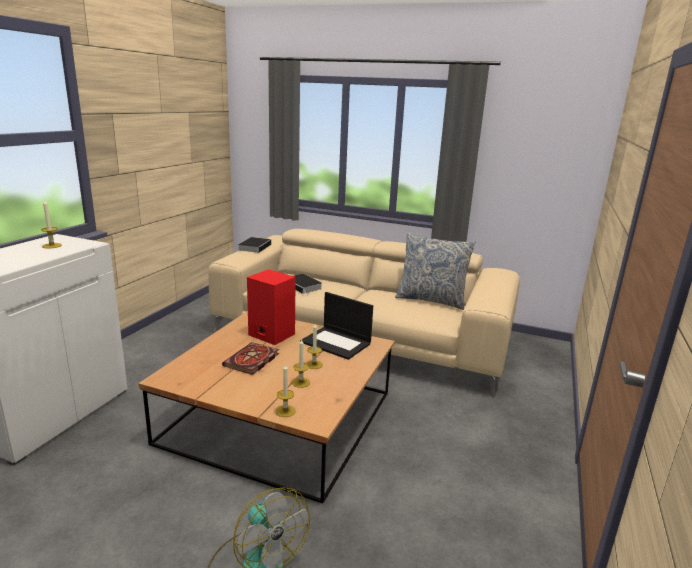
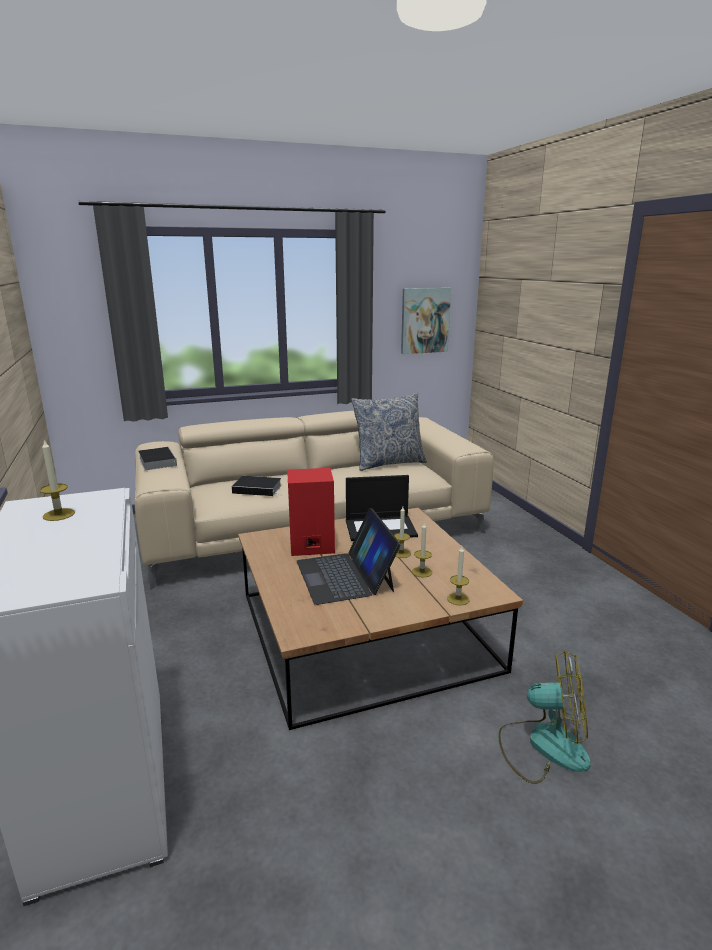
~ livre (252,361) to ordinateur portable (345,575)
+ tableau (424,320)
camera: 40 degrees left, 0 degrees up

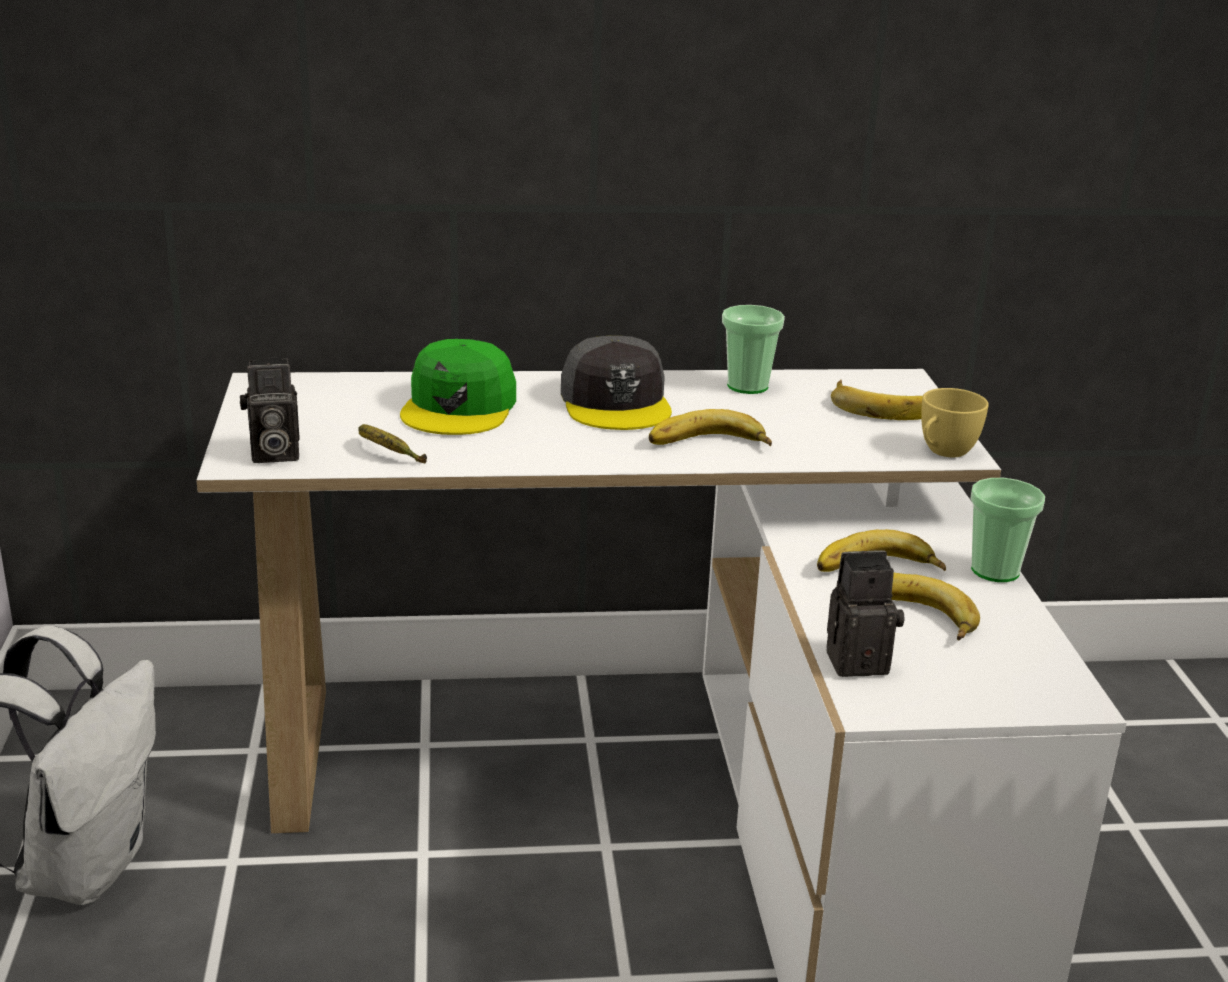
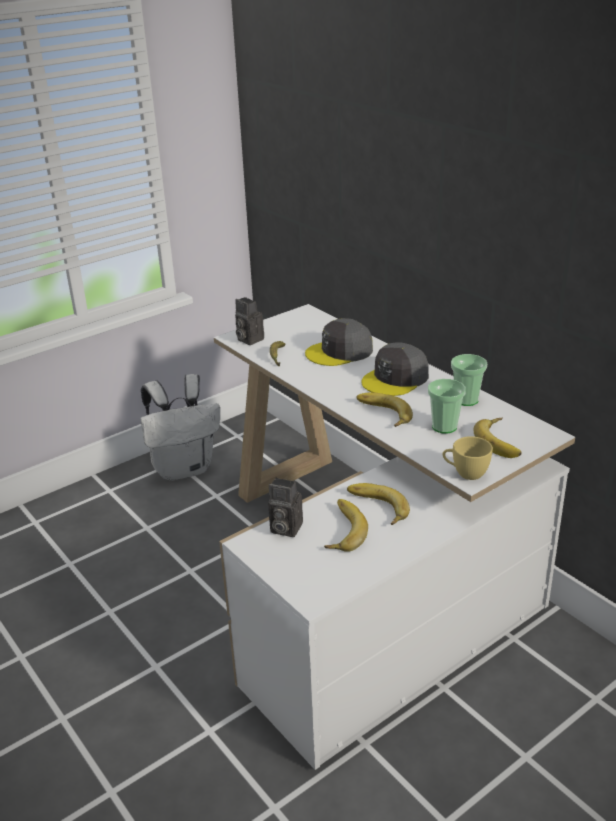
~ casquette/vert (460,407) to casquette/gris (340,352)
~ tasse (995,570) to (444,427)
~ appareil photo (859,660) = (284,528) 150 degrees clockwise
camera: 60 degrees right, 5 degrees up

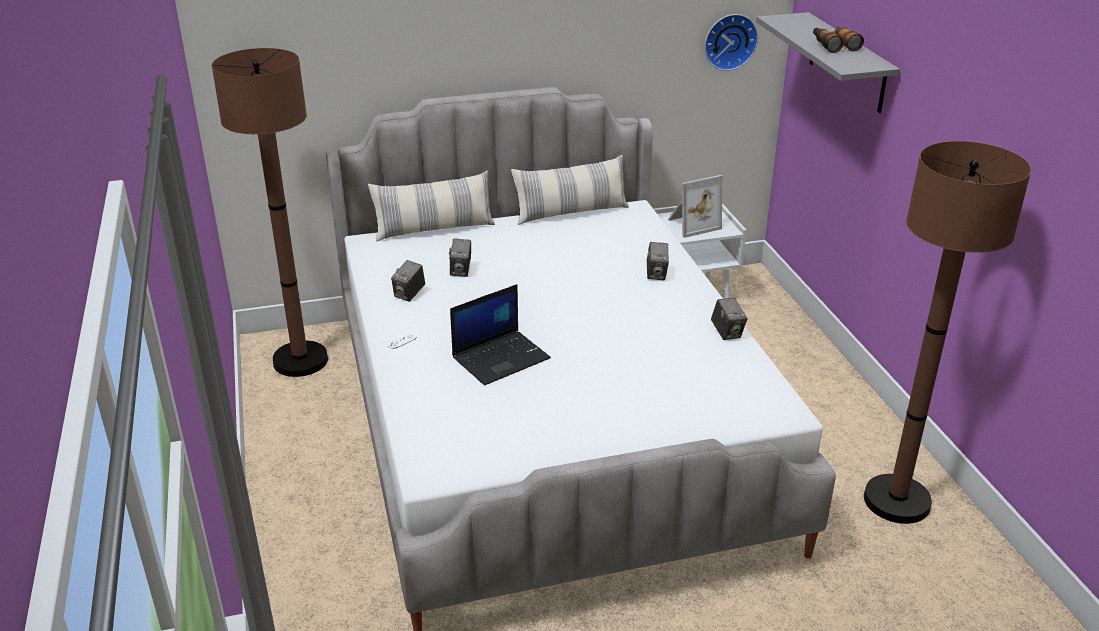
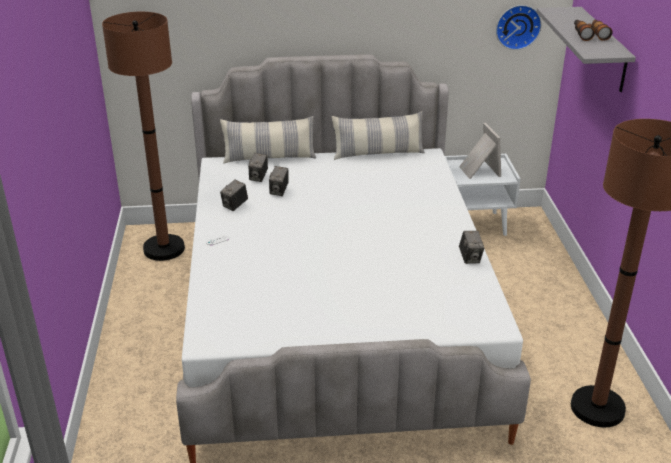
~ cadre photo (691,224) = (478,170) 90 degrees counterclockwise
~ appareil photo (656,274) to (258,177)
- ordinateur portable (501,357)
camera: 10 degrees right, 0 degrees up

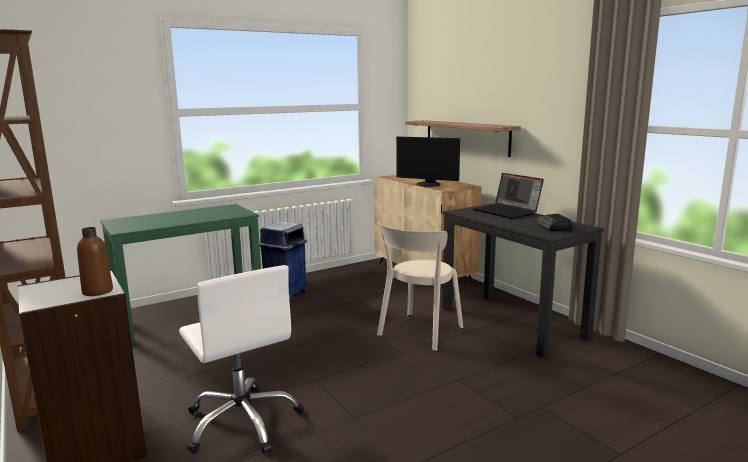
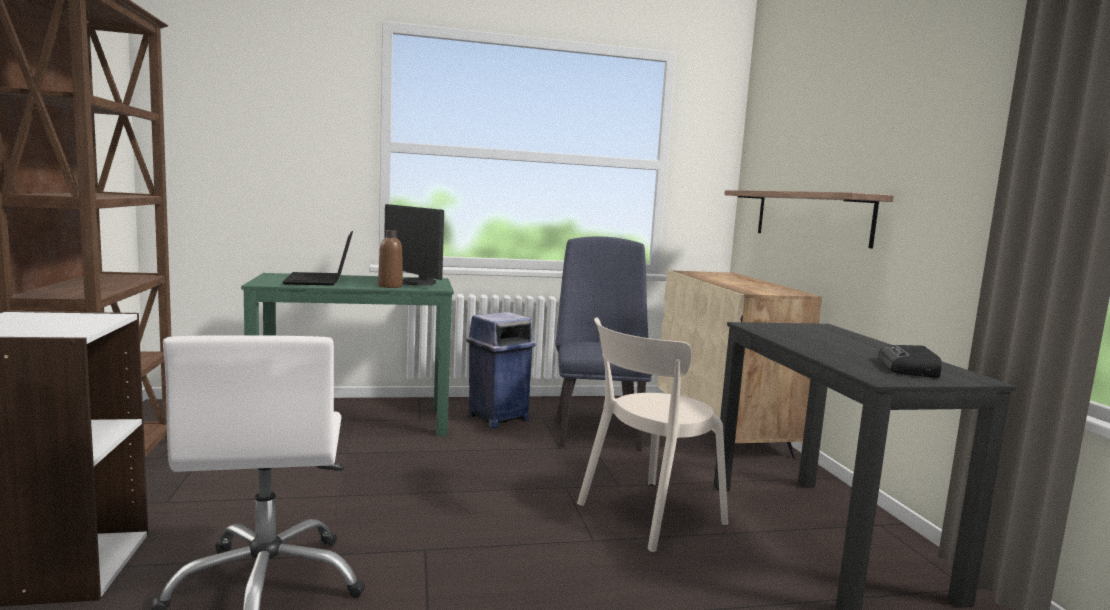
~ écran d'ordinateur (427,185) to (414,283)
~ ordinateur portable (507,212) to (320,280)
~ bouteille/marron (97,291) to (390,286)
+ chaise/bleu (596,431)
camera: 20 degrees right, 5 degrees down

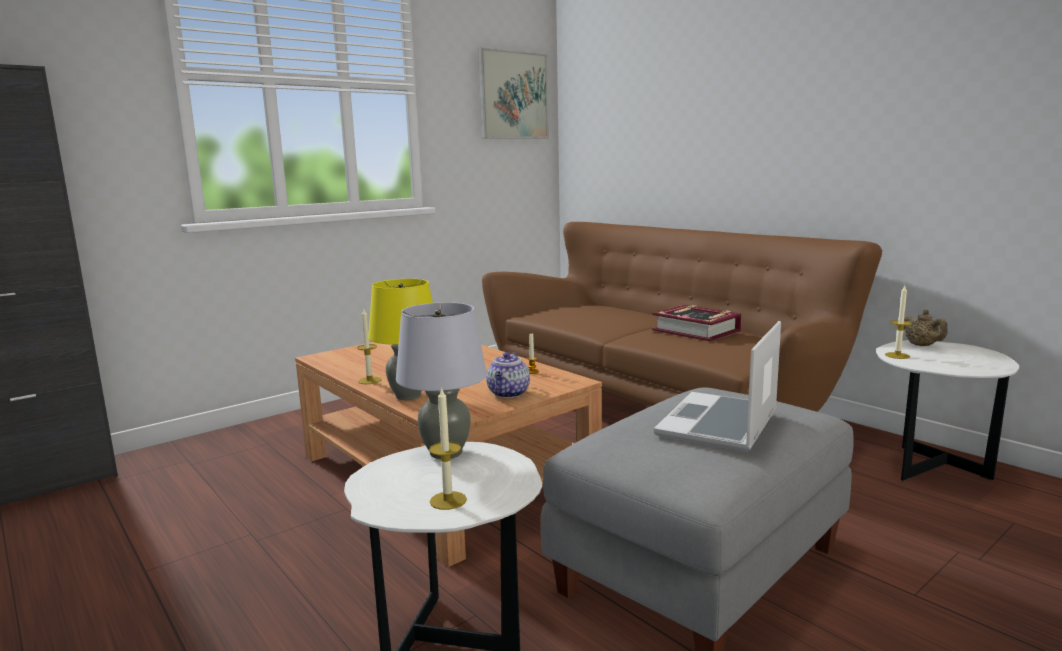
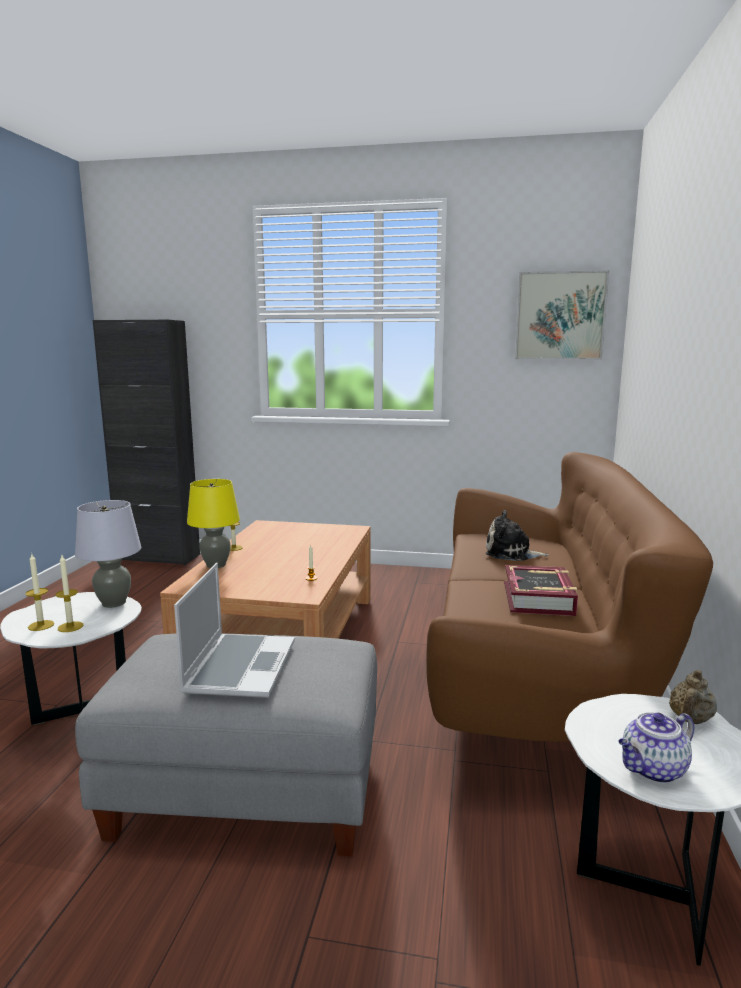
~ bougie (897,355) to (70,627)
~ ordinateur portable (719,425) = (239,666) 105 degrees clockwise
~ théière (508,393) to (653,770)
+ peluche (511,553)
camera: 50 degrees right, 0 degrees up

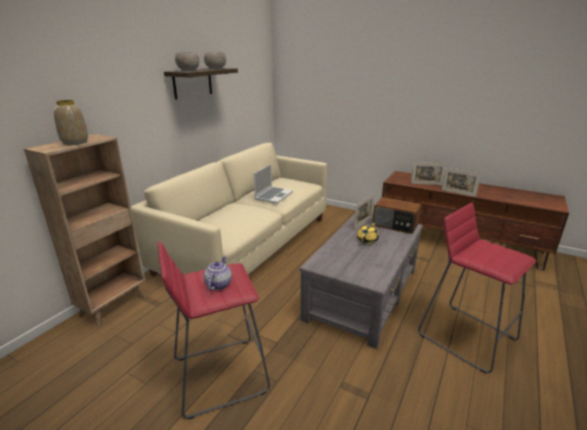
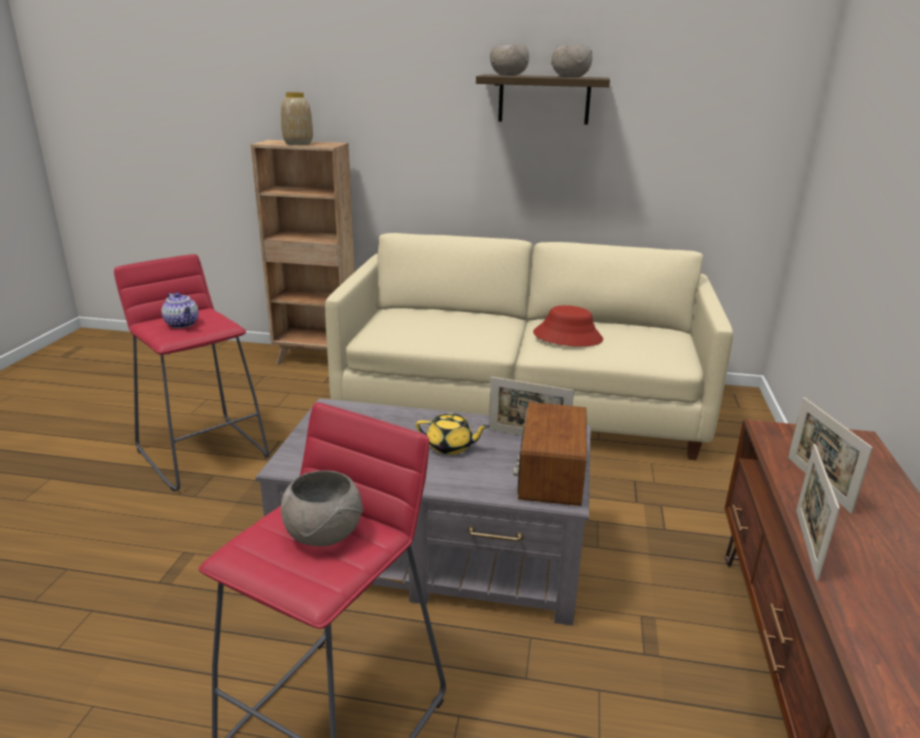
~ ordinateur portable (273,196) to chapeau/rouge (567,336)
~ théière (218,284) = (183,324) 60 degrees clockwise
+ bol/gris (324,535)
camera: 70 degrees right, 0 degrees up

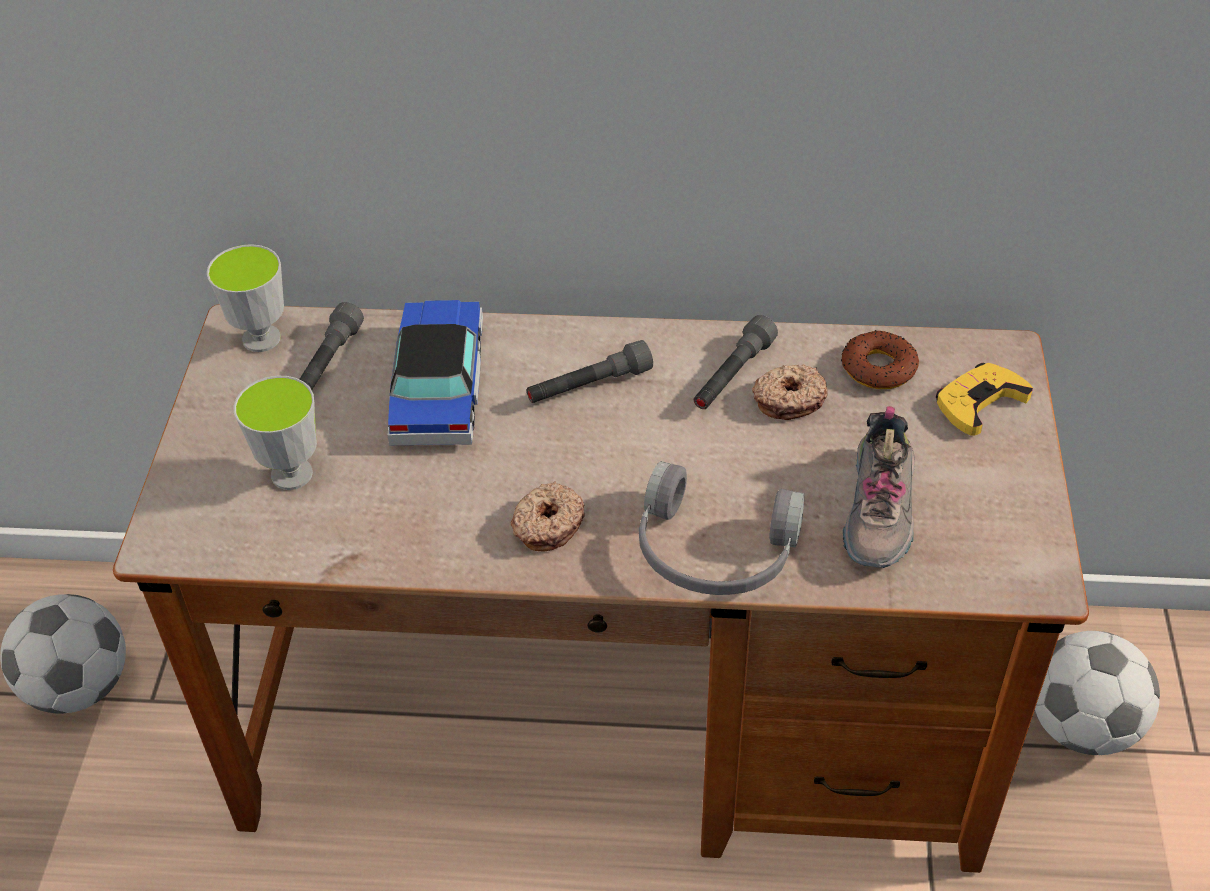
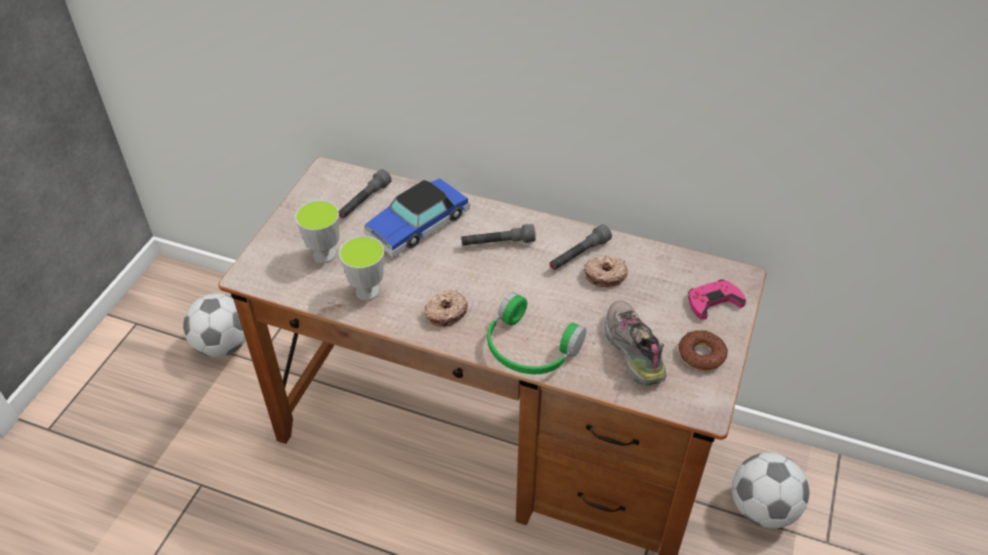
~ tasse (261,339) to (367,291)
~ petite voiture (438,385) = (418,225) 150 degrees counterclockwise
~ beignet (878,368) to (701,354)
~ manette/jaune (979,402) to manette/rose (713,302)
~ chaussure (881,512) = (631,349) 135 degrees clockwise
~ casque audio/gris (714,552) to casque audio/vert (529,349)
camera: 15 degrees right, 0 degrees up

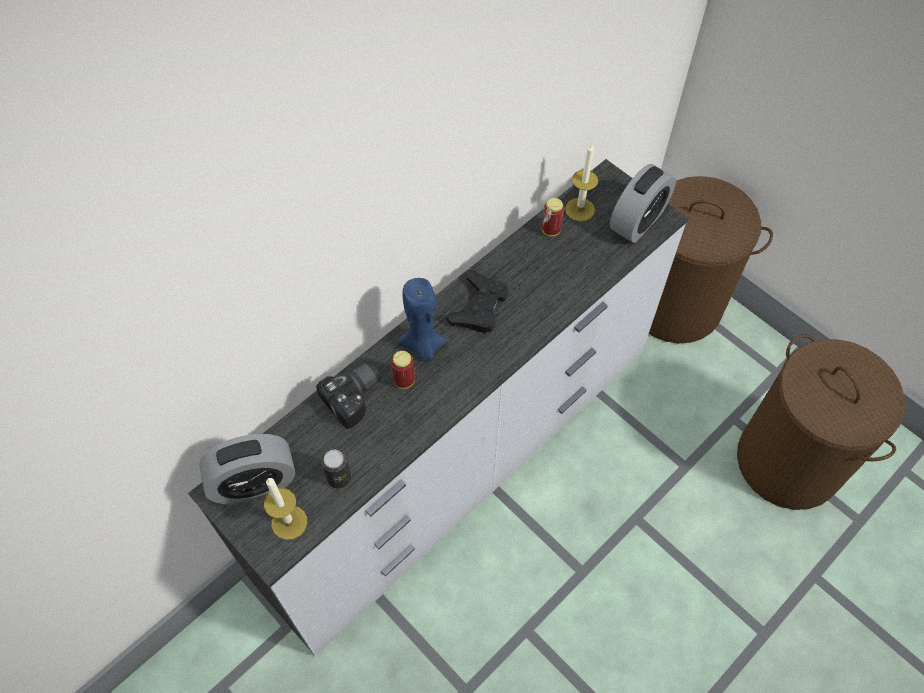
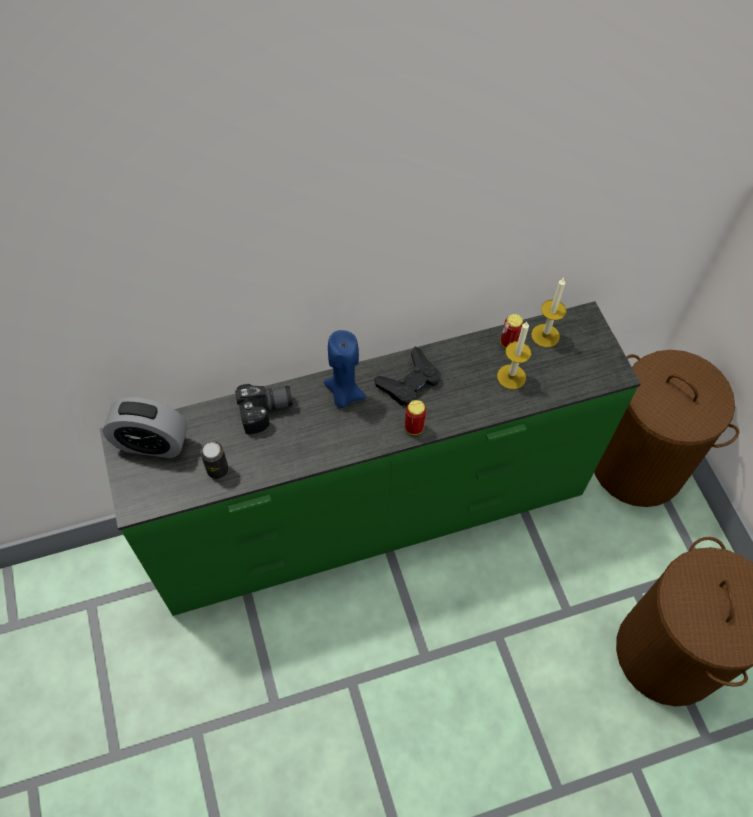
~ commode/blanc (461,462) to commode/vert (373,516)
- réveil (637,222)
~ boîte métallique (404,380) to (414,428)
~ bougie (289,522) to (511,377)
camera: 25 degrees right, 0 degrees up

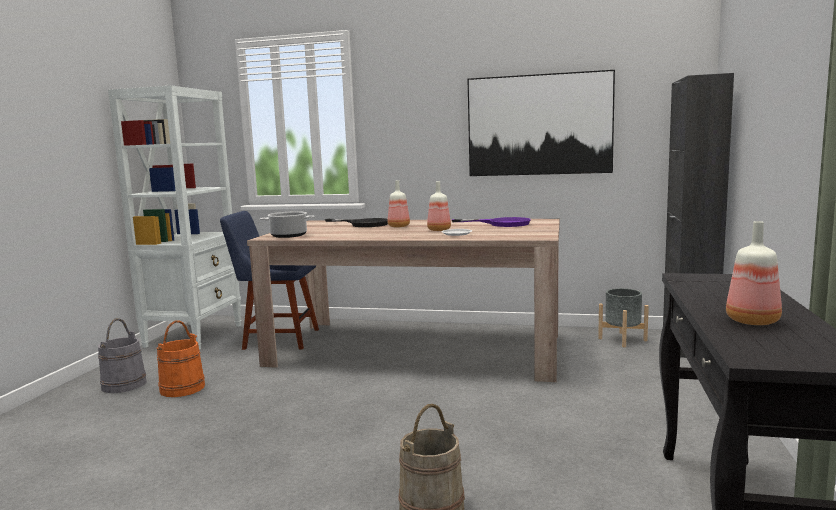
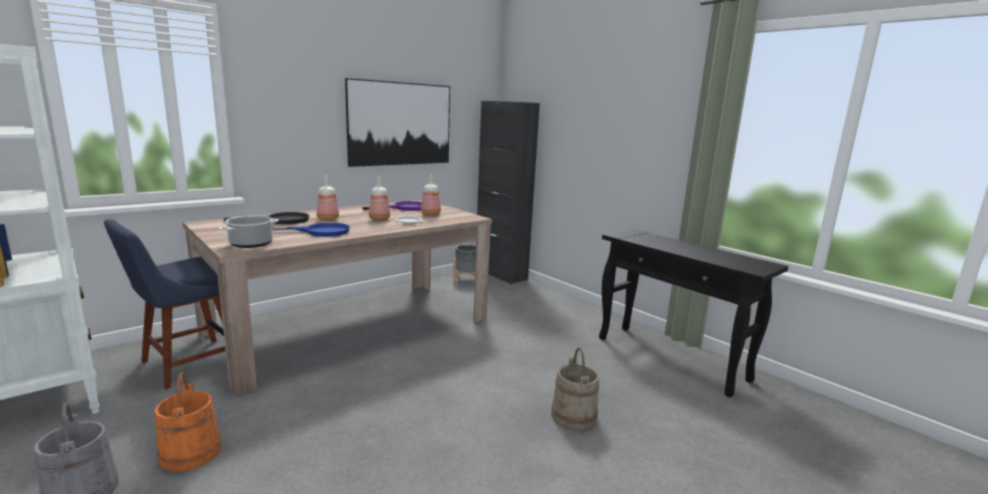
~ bouteille (752,321) to (430,214)
+ poêle/bleu (319,231)
camera: 55 degrees left, 5 degrees up

